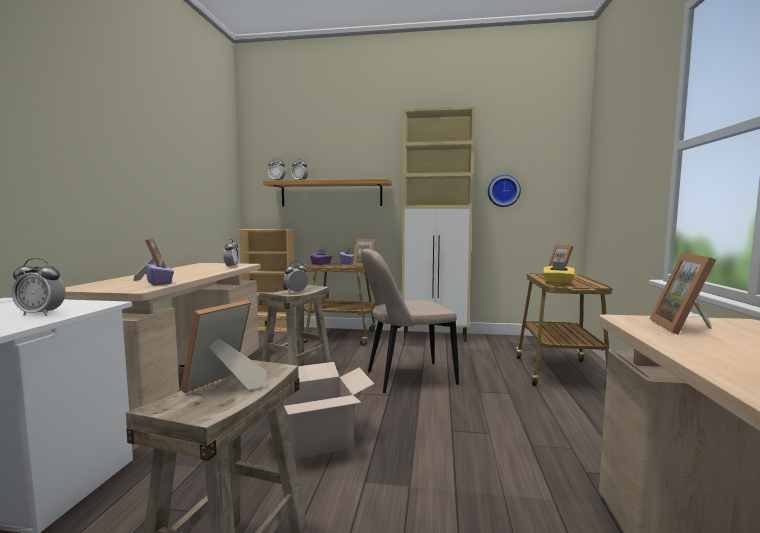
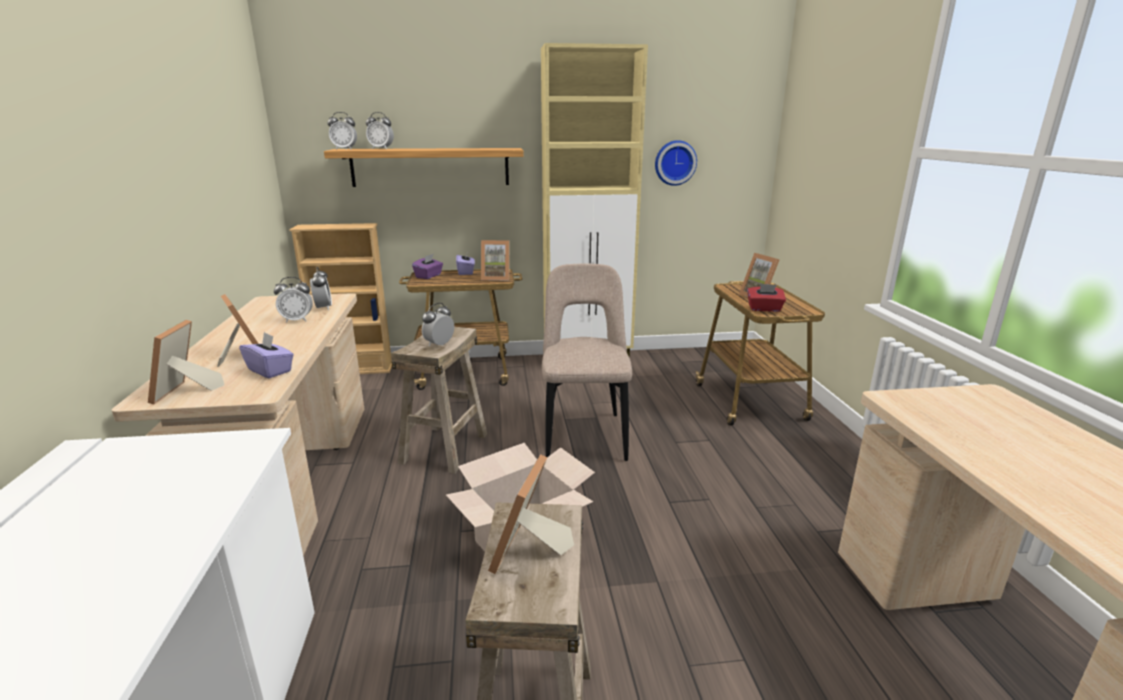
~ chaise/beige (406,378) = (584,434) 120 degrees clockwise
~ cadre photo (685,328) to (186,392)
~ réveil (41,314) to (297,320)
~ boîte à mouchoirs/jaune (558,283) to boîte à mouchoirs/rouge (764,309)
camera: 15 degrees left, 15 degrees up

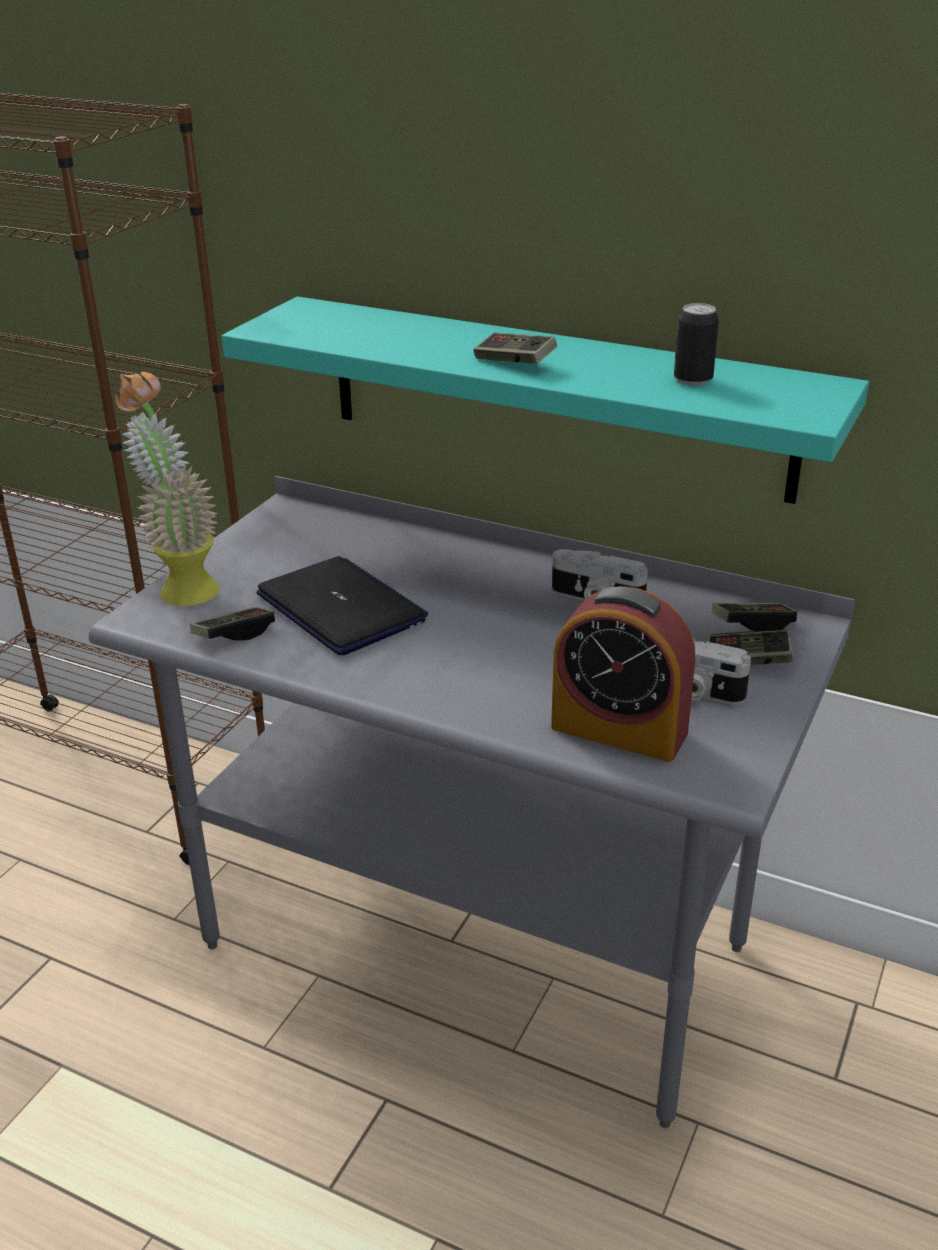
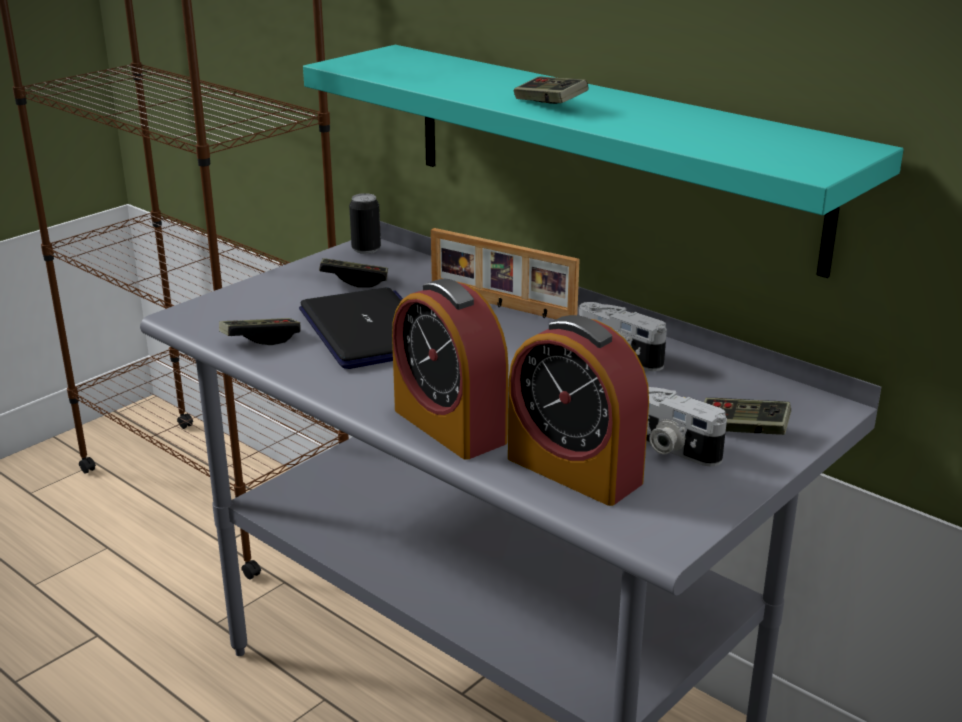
~ boîte métallique (693,380) to (366,249)
- plante en pot (181,585)
~ manette (752,625) to (354,281)
+ cadre photo (501,306)
+ réveil (449,426)
camera: 15 degrees right, 5 degrees down

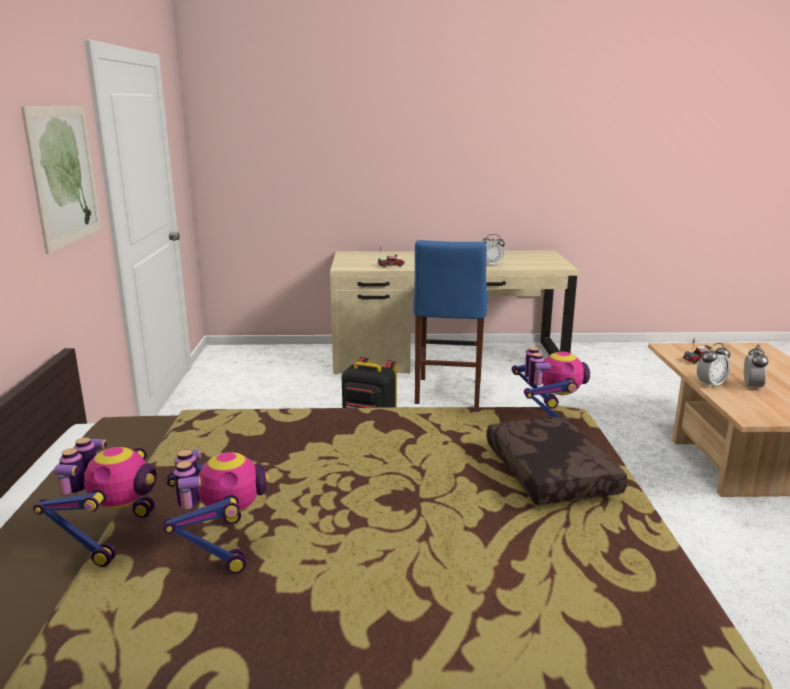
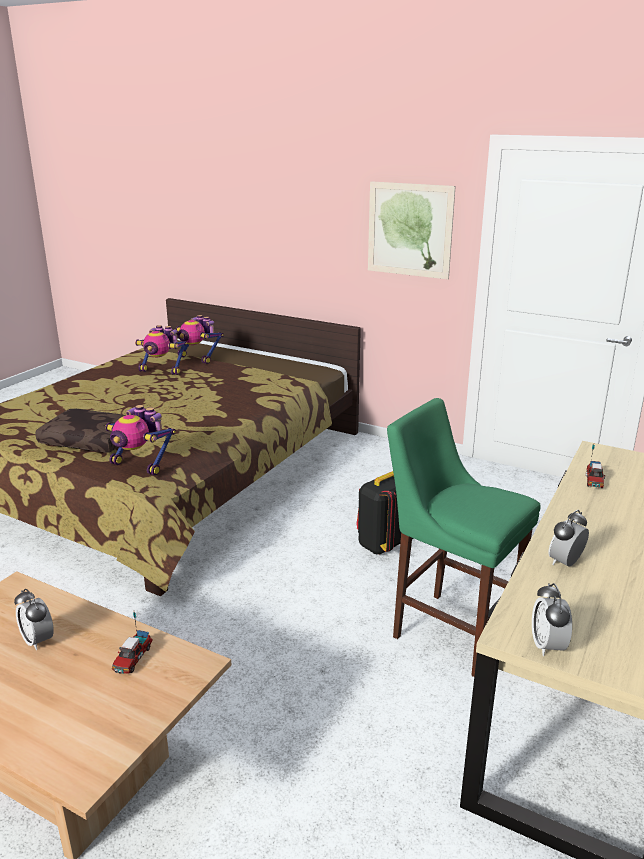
~ tabouret/bleu (447,394) to tabouret/vert (449,629)
~ réveil (710,384) to (547,646)
camera: 120 degrees right, 5 degrees up

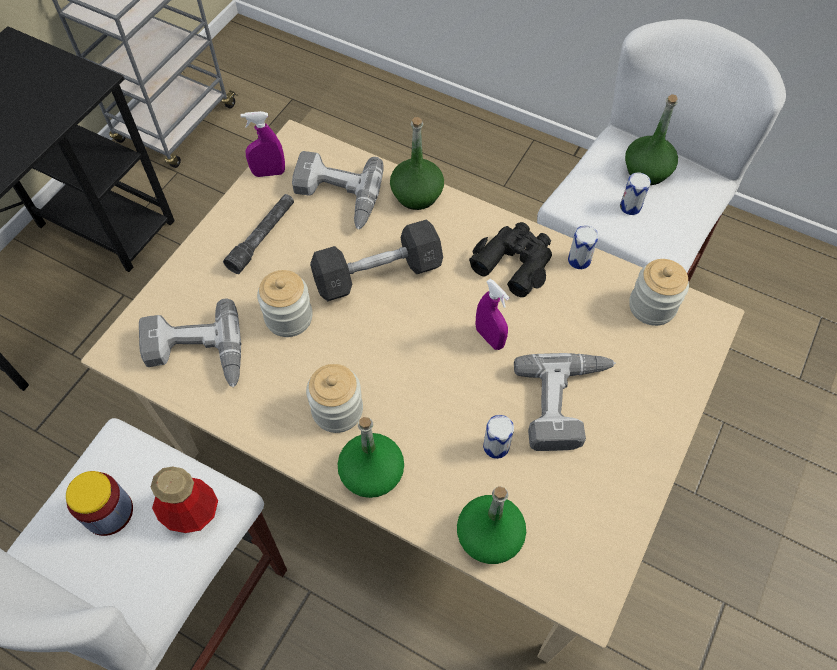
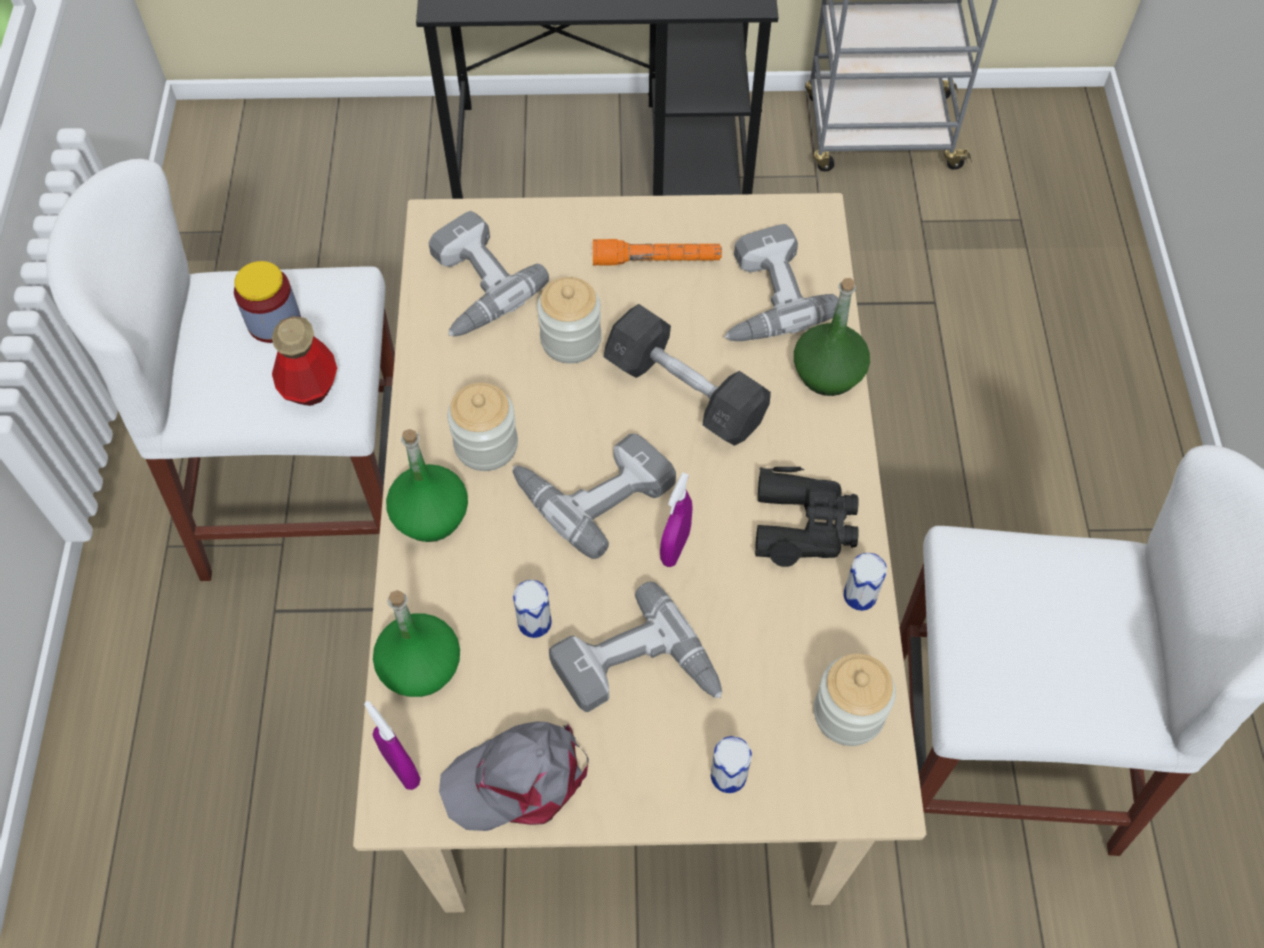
- bouteille/vert (647,171)
~ vaporisateur/violet (269,173) to (401,768)
~ boîte métallique (630,207) to (728,775)
~ lampe de poche/gris (263,237) to lampe de poche/orange (657,260)
+ perceuse (593,488)
+ casquette/gris (518,779)
camera: 60 degrees right, 0 degrees up

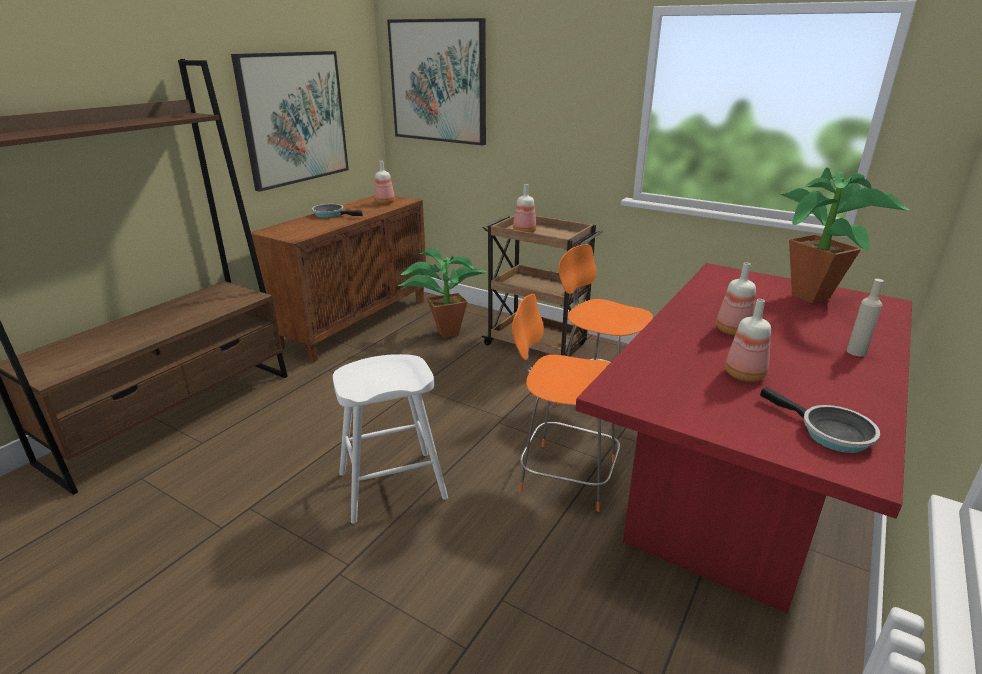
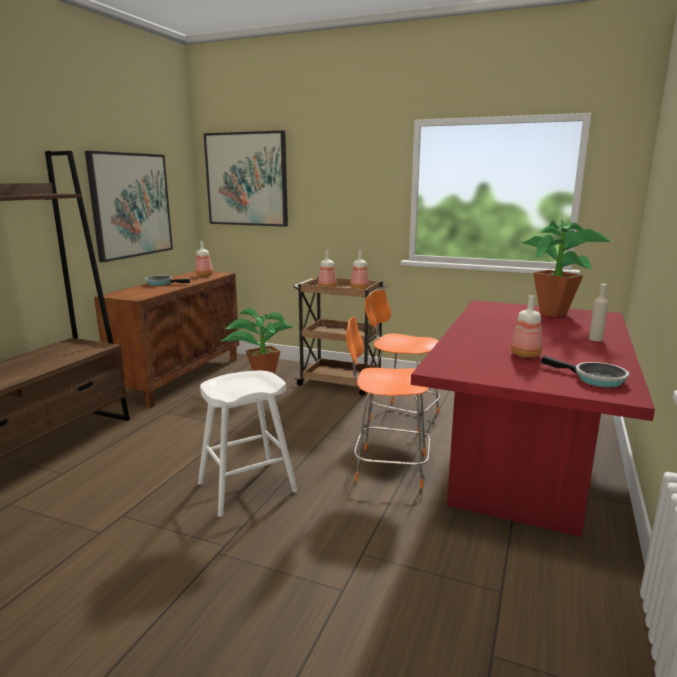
~ bouteille (733,331) to (359,289)
camera: 10 degrees left, 10 degrees down

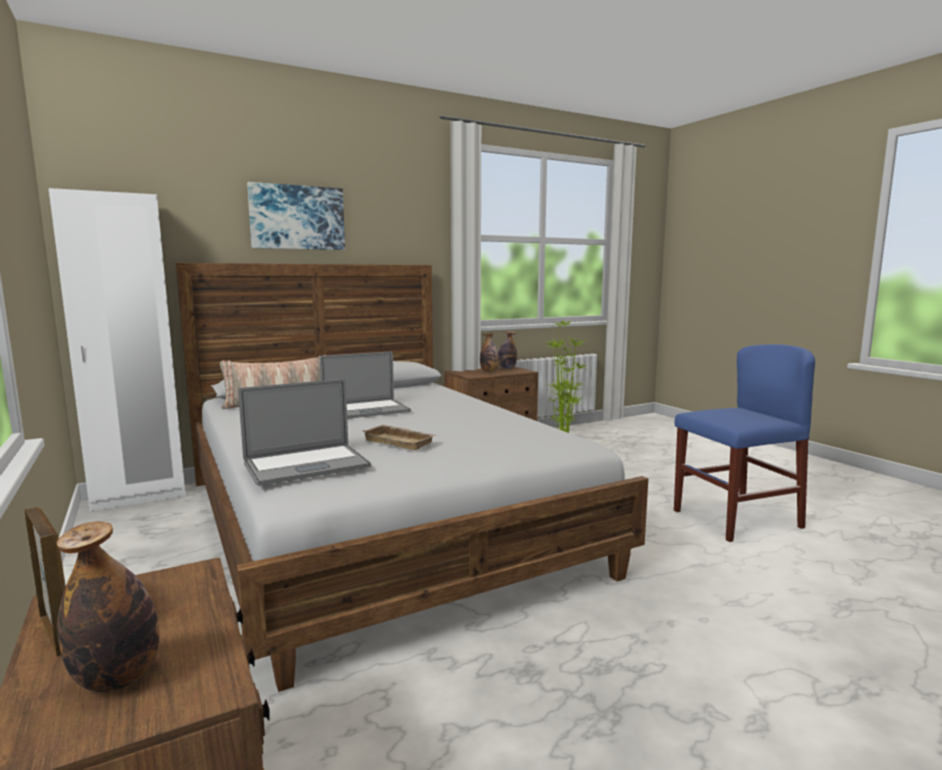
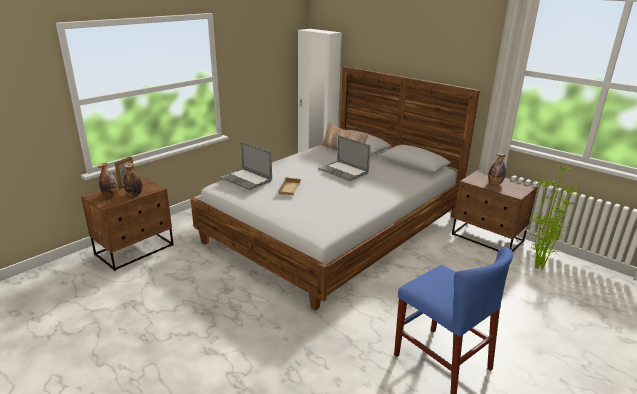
- tableau (297,217)
~ bouteille (507,368) to (134,194)
camera: 70 degrees right, 15 degrees up

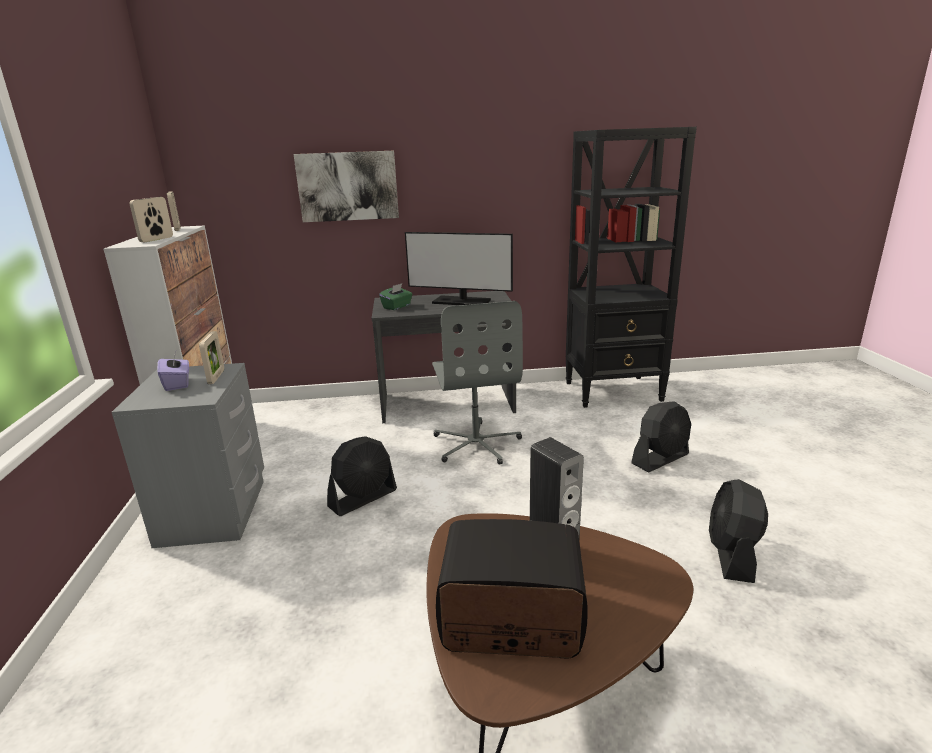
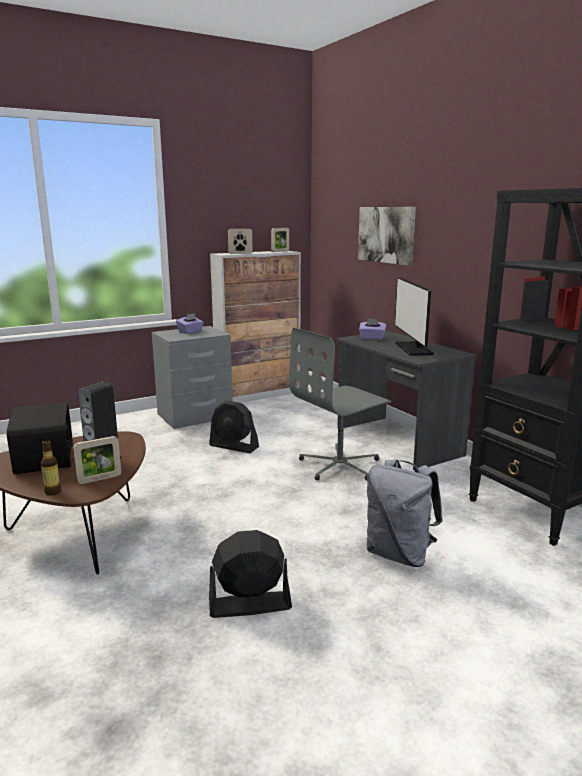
~ boîte à mouchoirs/vert (397,307) to boîte à mouchoirs/violet (372,338)
~ cadre photo (216,377) to (100,479)
~ ventilateur/noir (660,459) to sac à dos/gris (399,554)
+ bouteille (53,492)
camera: 65 degrees right, 5 degrees down

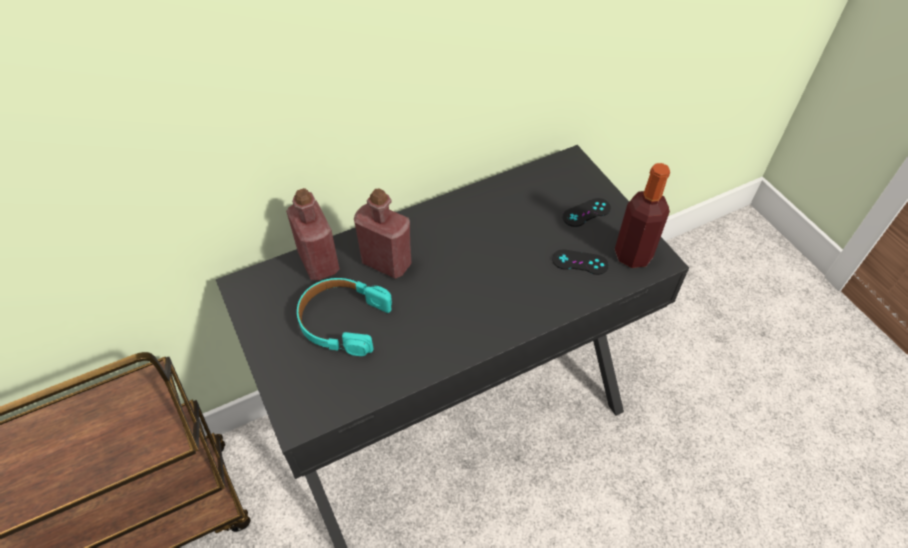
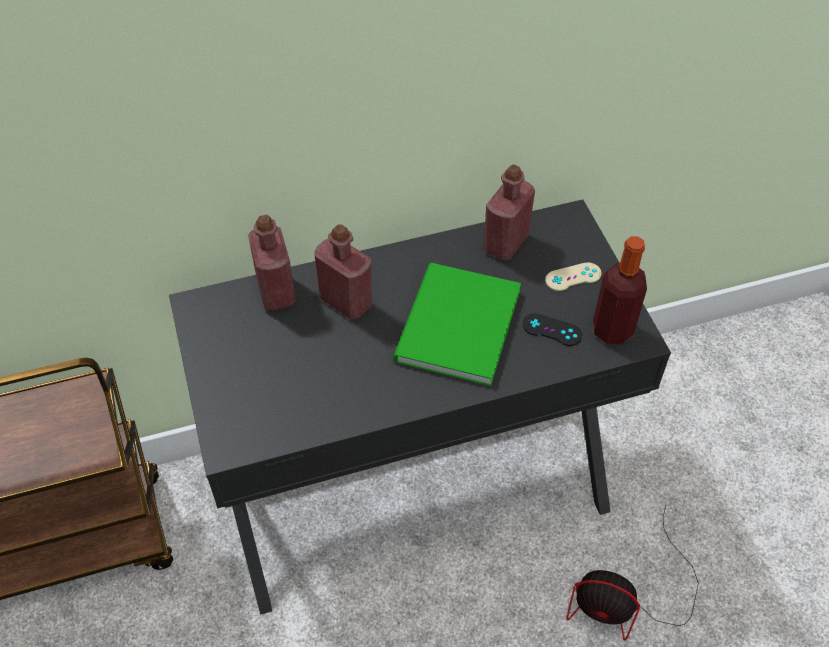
~ manette/noir (586,212) to manette/beige (573,277)
- casque audio/turquoise (343,321)
+ bouteille/rouge (505,243)
+ livre/vert (454,328)
+ ventilateur (627,600)
camera: 10 degrees right, 0 degrees up

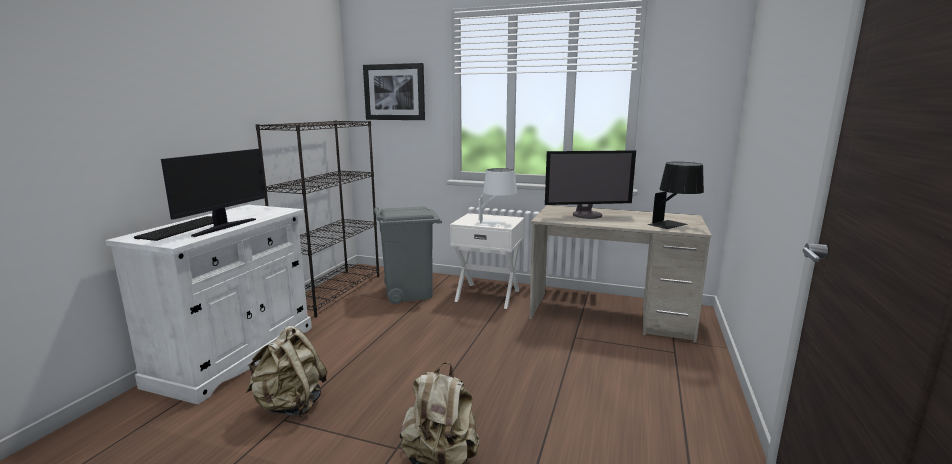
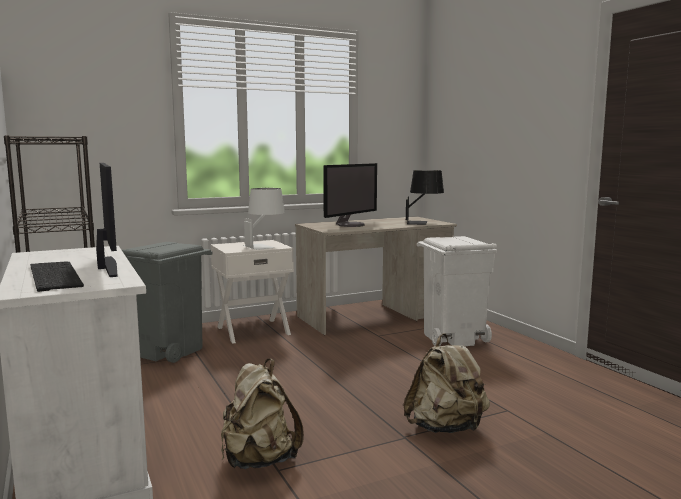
- tableau (394,92)
+ poubelle/blanc (452,338)
camera: 45 degrees left, 5 degrees down

